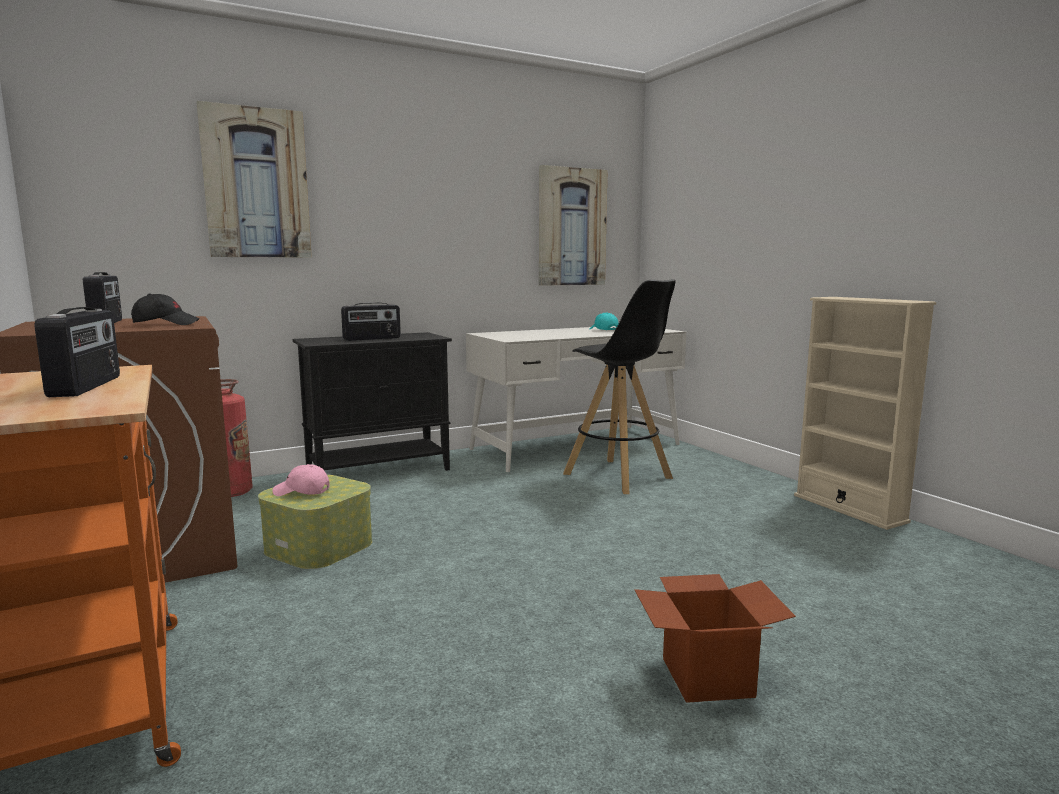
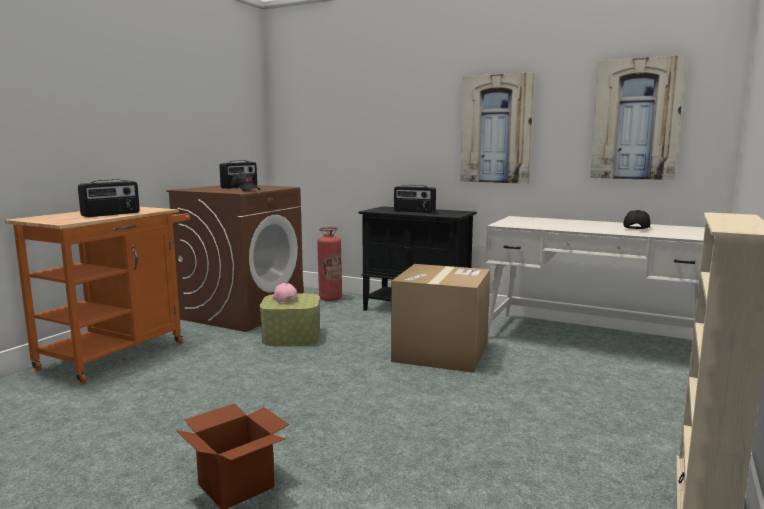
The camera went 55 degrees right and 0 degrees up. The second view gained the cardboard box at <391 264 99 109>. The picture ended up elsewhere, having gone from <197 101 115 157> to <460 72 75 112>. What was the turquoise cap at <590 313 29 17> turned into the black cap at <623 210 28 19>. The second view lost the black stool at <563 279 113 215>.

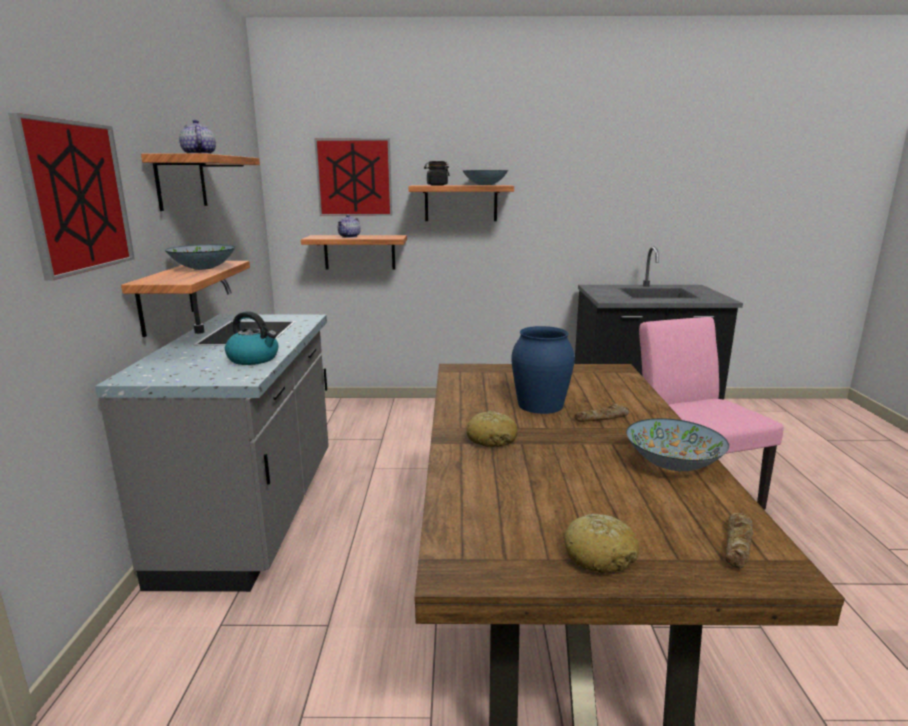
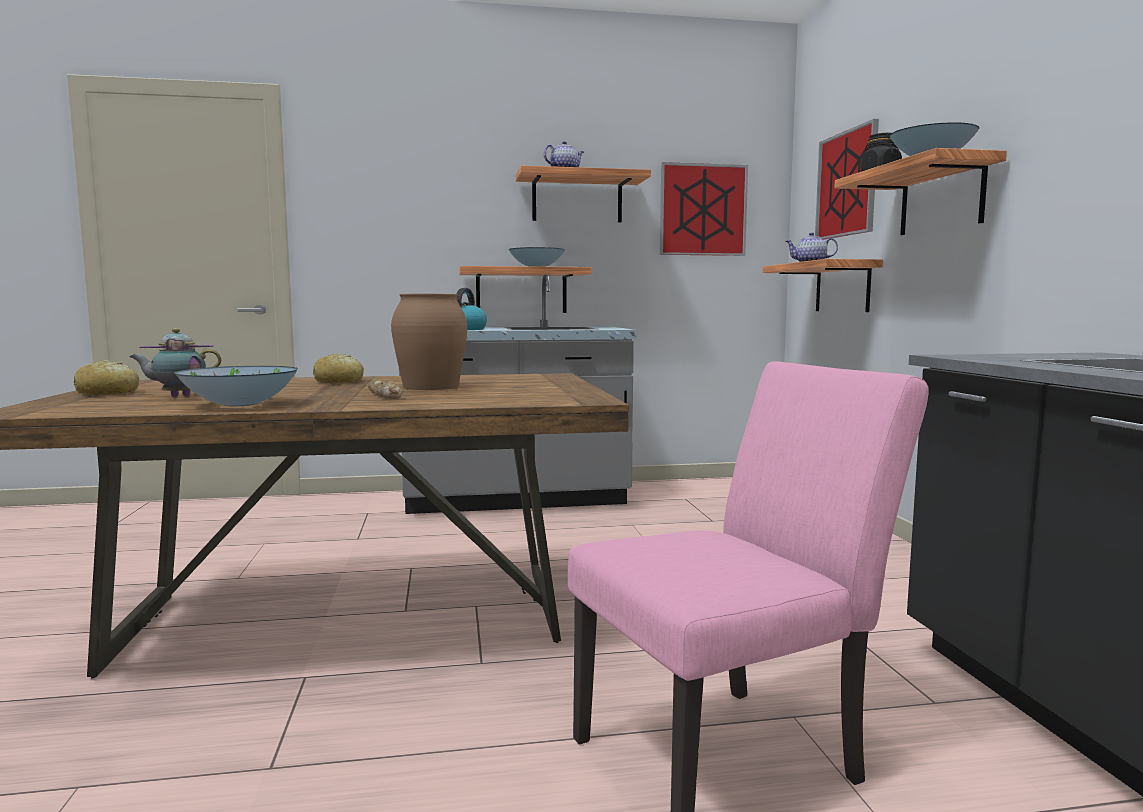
The camera went 80 degrees right and 10 degrees down. The second view gained the teapot at <130 328 91 69>. What was the blue vase at <511 326 64 88> turned into the brown vase at <391 294 76 96>. The picture ended up elsewhere, having gone from <8 113 127 168> to <660 162 88 94>. The second view lost the bread at <725 513 28 55>.

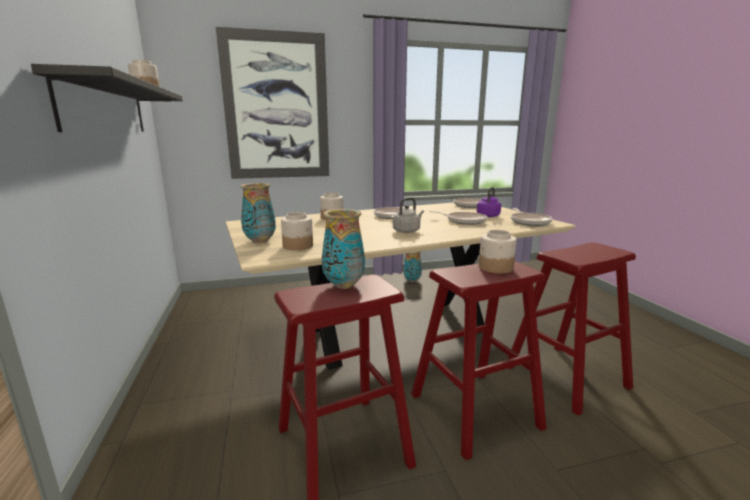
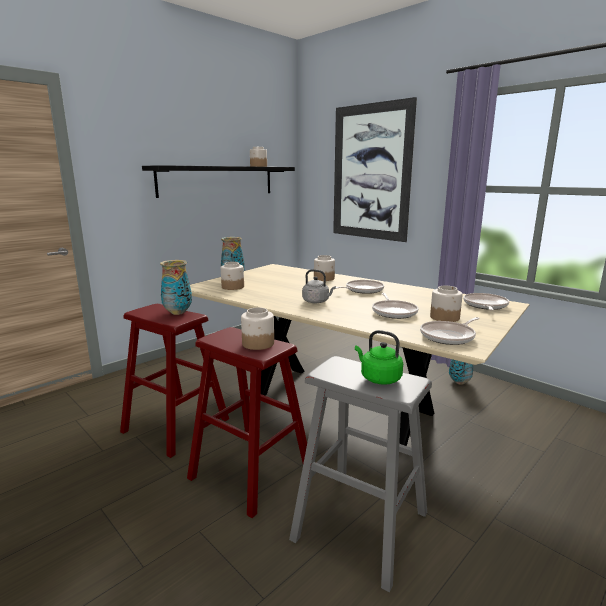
The camera went 60 degrees right and 0 degrees up. What was the red stool at <508 242 128 173> turned into the grey stool at <289 356 143 236>. The second view gained the green kettle at <355 330 48 55>. Where the purple kettle stood at <477 187 24 30>, the jar came to stand at <430 286 33 36>.

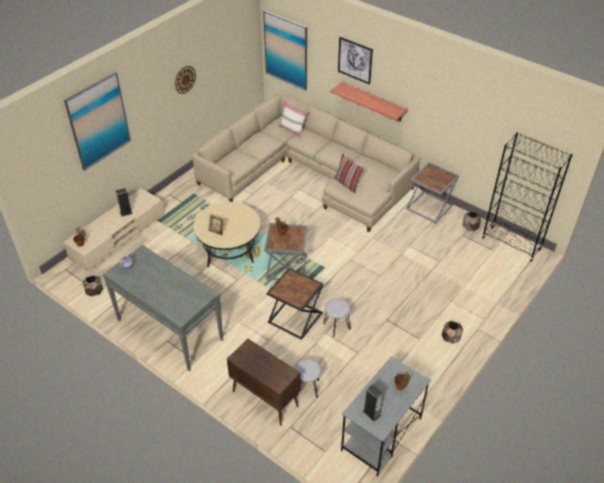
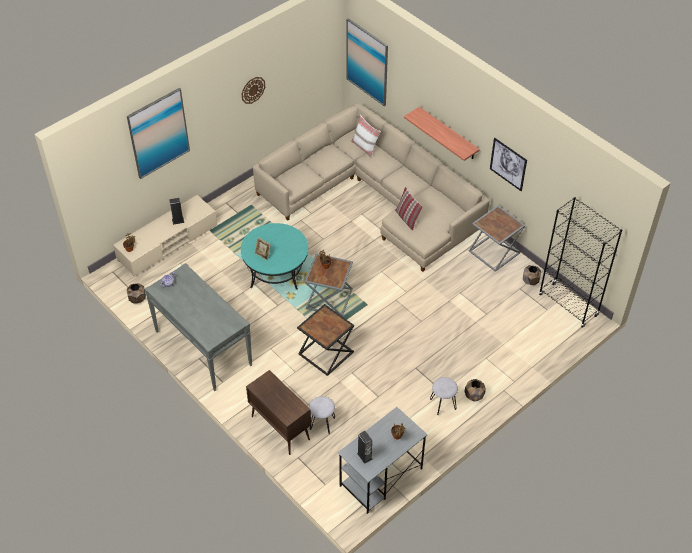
The camera went 10 degrees right and 5 degrees up. What was the beige coffee table at <193 202 67 65> turned into the turquoise coffee table at <241 223 67 67>. The grey stool ended up elsewhere, having gone from <323 298 28 39> to <430 377 28 38>. The picture ended up elsewhere, having gone from <338 37 35 48> to <490 137 37 54>.

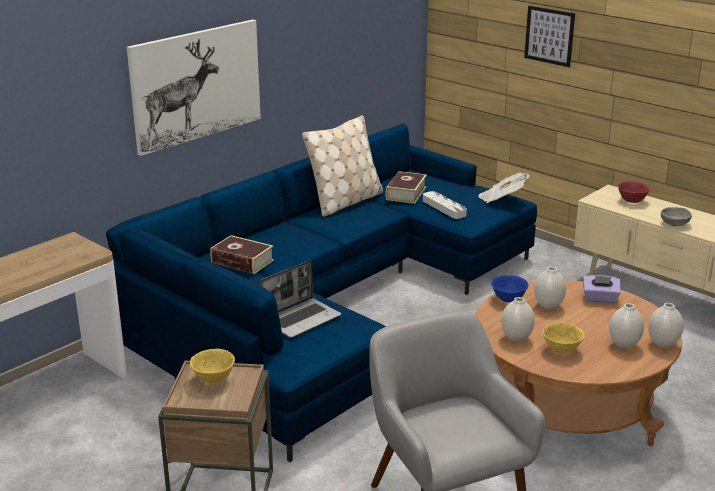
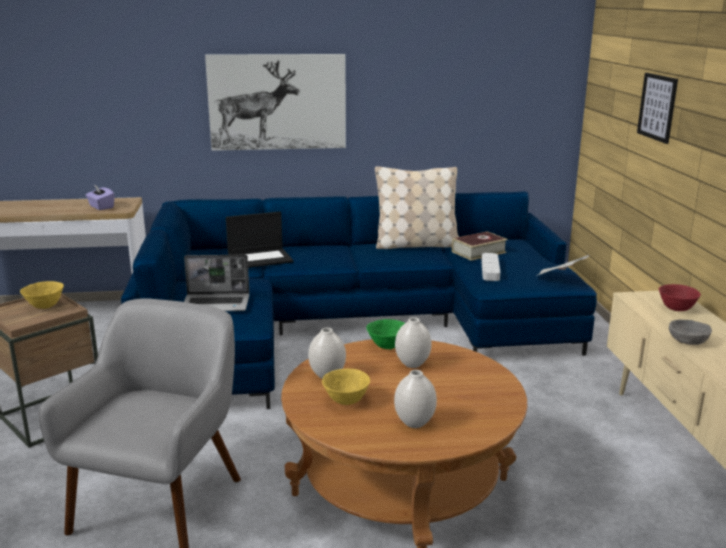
The camera went 40 degrees right and 5 degrees down. The purple tissue box ended up elsewhere, having gone from <583 275 38 28> to <86 185 29 25>. Where the book stood at <210 235 64 39>, the laptop came to stand at <226 211 67 57>. What was the blue bowl at <491 275 38 28> turned into the green bowl at <366 319 39 30>. The second view lost the white vase at <648 303 36 45>.

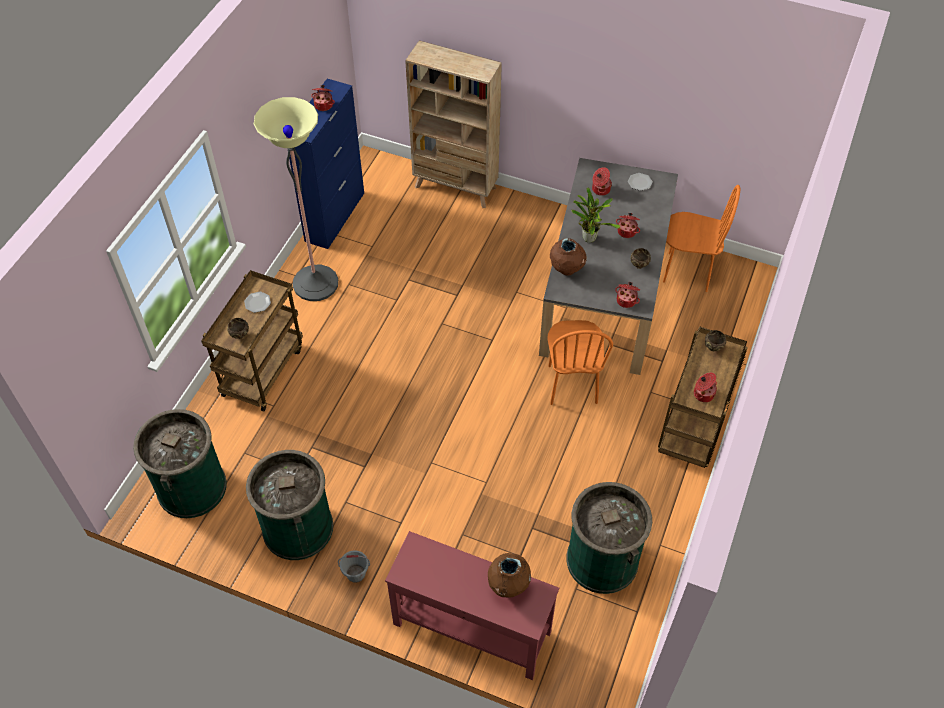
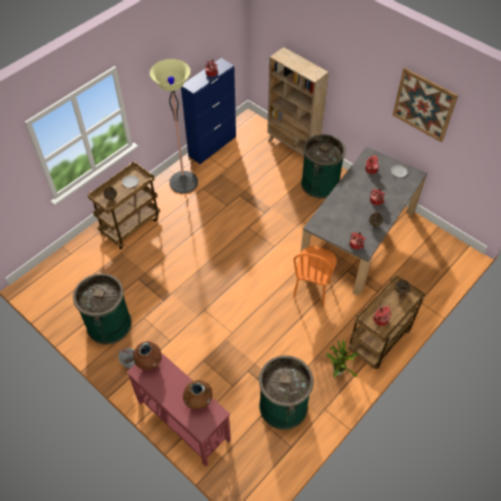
The camera went 20 degrees right and 0 degrees up. The brown vase ended up elsewhere, having gone from <550 238 37 38> to <133 341 29 29>. The green trash can ended up elsewhere, having gone from <133 409 94 109> to <301 134 45 64>. The potted plant ended up elsewhere, having gone from <571 188 49 55> to <326 341 33 37>. The second view gained the picture at <392 68 66 75>. The second view lost the orange chair at <663 185 77 107>.

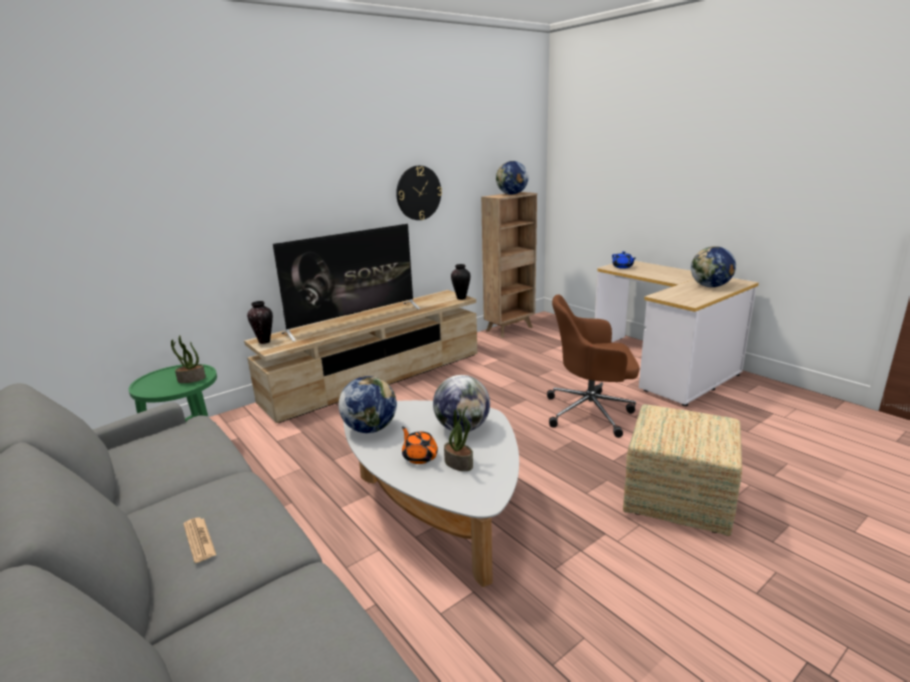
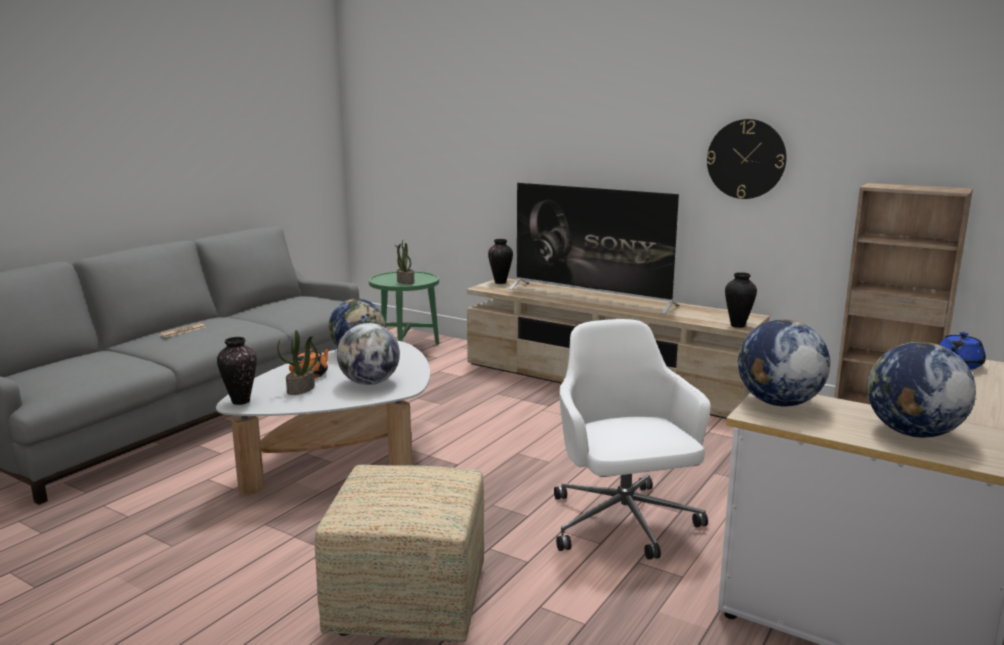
The camera went 70 degrees right and 5 degrees down. The second view gained the vase at <217 337 40 68>. What was the brown office chair at <547 295 92 143> turned into the white office chair at <554 319 157 241>. The globe ended up elsewhere, having gone from <496 161 33 33> to <738 319 92 87>.

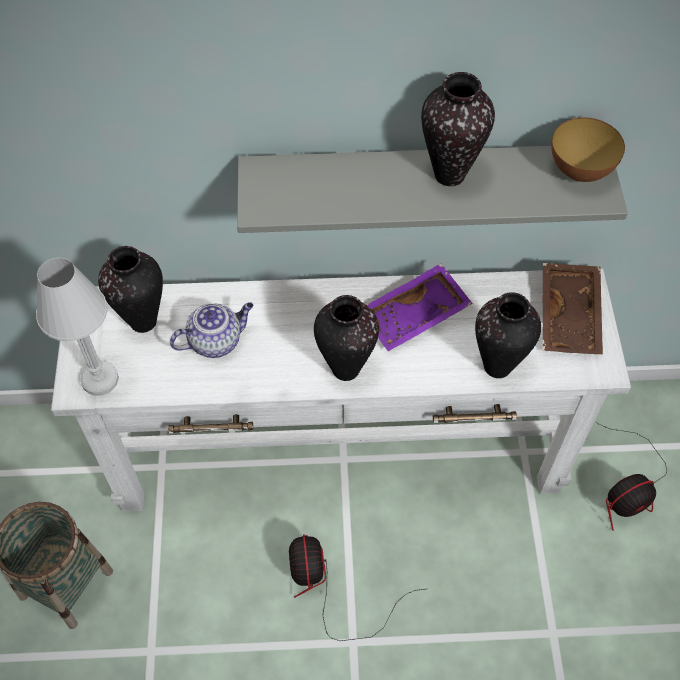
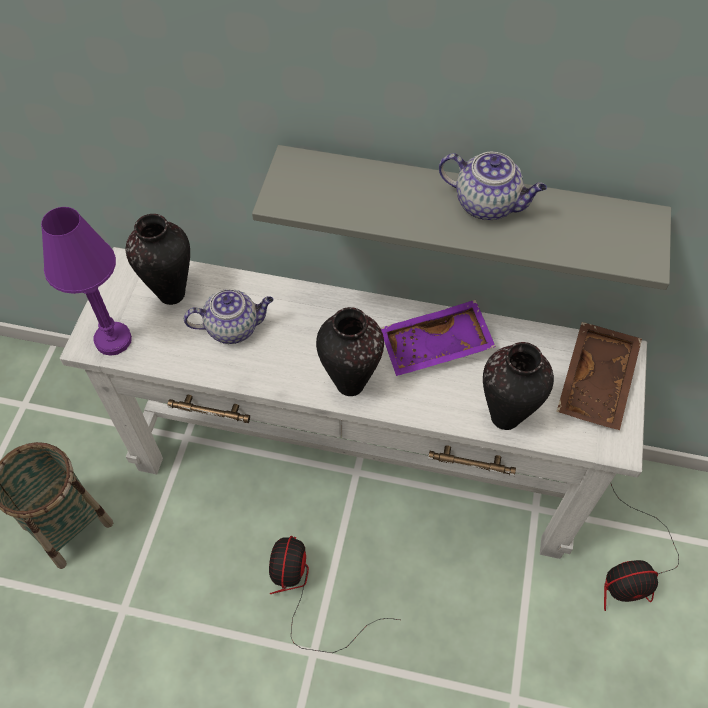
The camera went 15 degrees right and 0 degrees up. What was the white table lamp at <36 258 83 138> turned into the purple table lamp at <41 207 91 149>. Where the vase stood at <421 72 74 114>, the teapot came to stand at <439 152 108 68>. The second view lost the bowl at <551 117 74 65>.

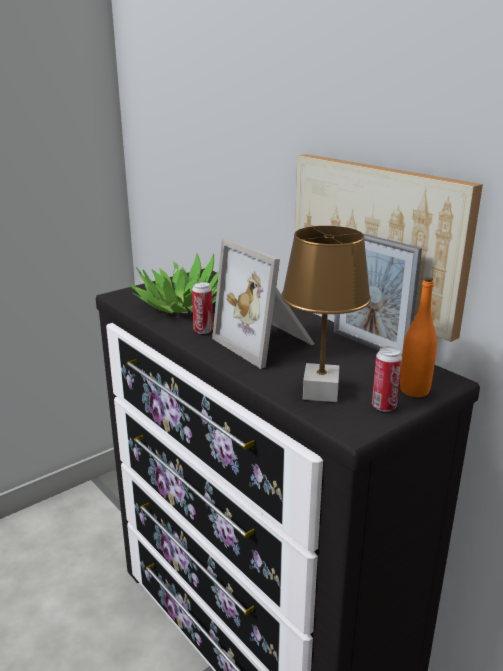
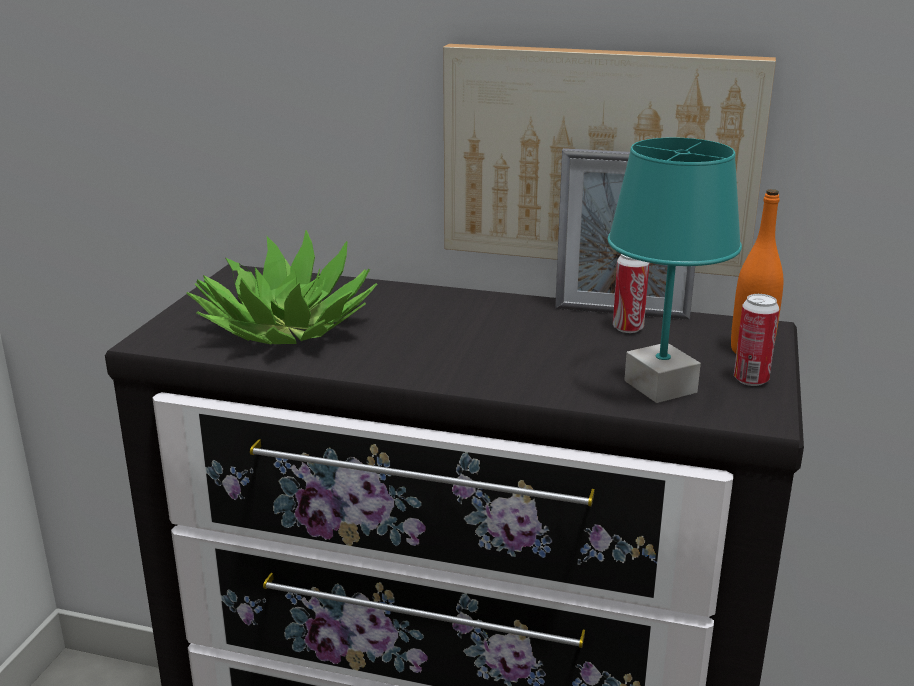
The camera went 35 degrees left and 0 degrees up. What was the brown table lamp at <281 226 90 176> turned into the turquoise table lamp at <608 138 134 265>. The can ended up elsewhere, having gone from <192 282 21 52> to <613 254 36 79>. The second view lost the picture frame at <212 238 103 131>.

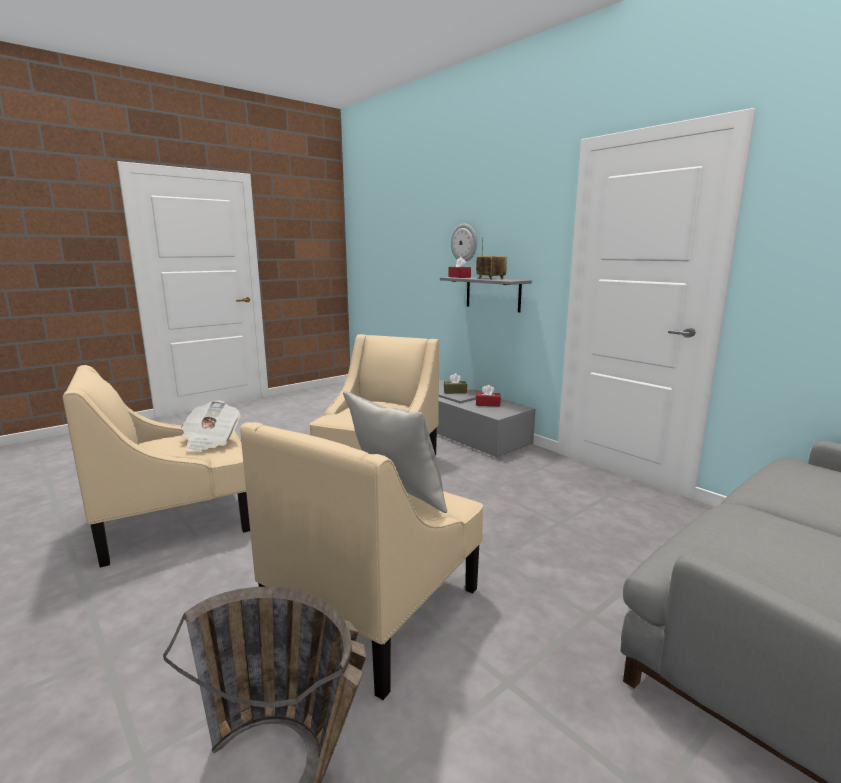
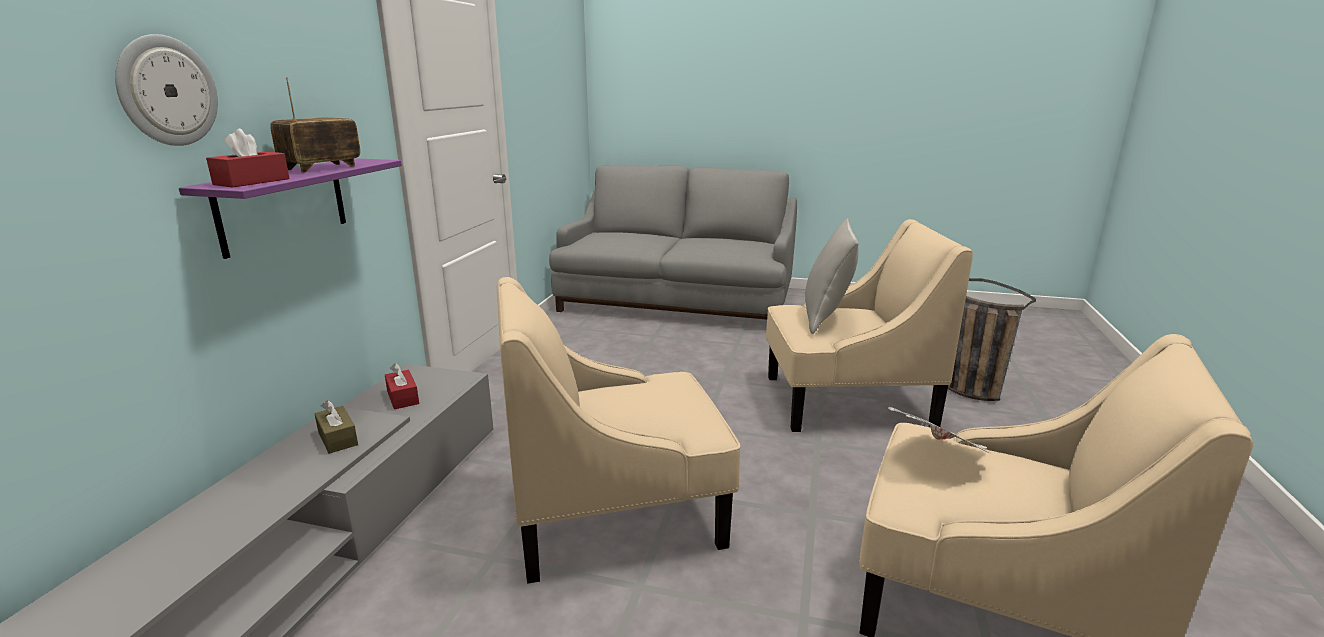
The camera went 125 degrees left and 5 degrees up. What was the grey shelf at <440 277 92 36> turned into the purple shelf at <179 158 223 101>.

